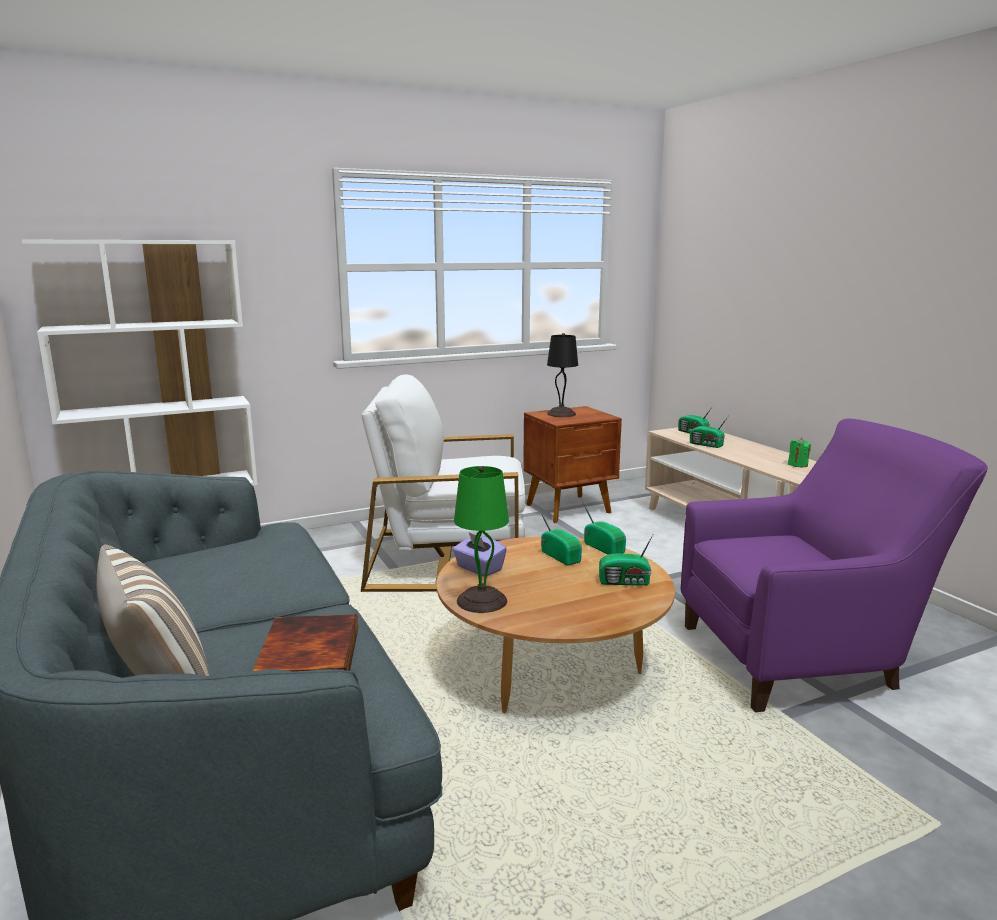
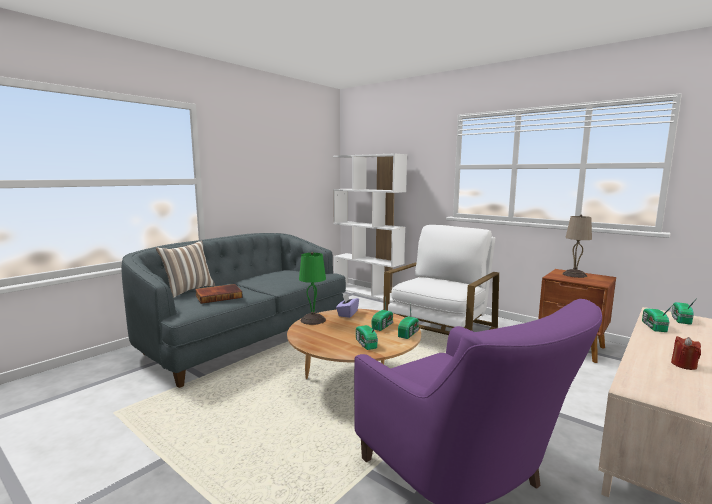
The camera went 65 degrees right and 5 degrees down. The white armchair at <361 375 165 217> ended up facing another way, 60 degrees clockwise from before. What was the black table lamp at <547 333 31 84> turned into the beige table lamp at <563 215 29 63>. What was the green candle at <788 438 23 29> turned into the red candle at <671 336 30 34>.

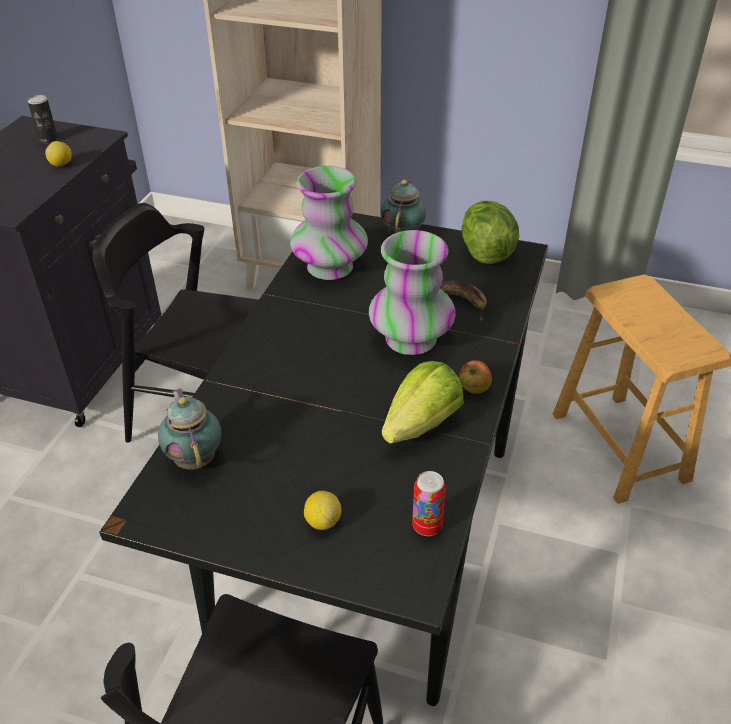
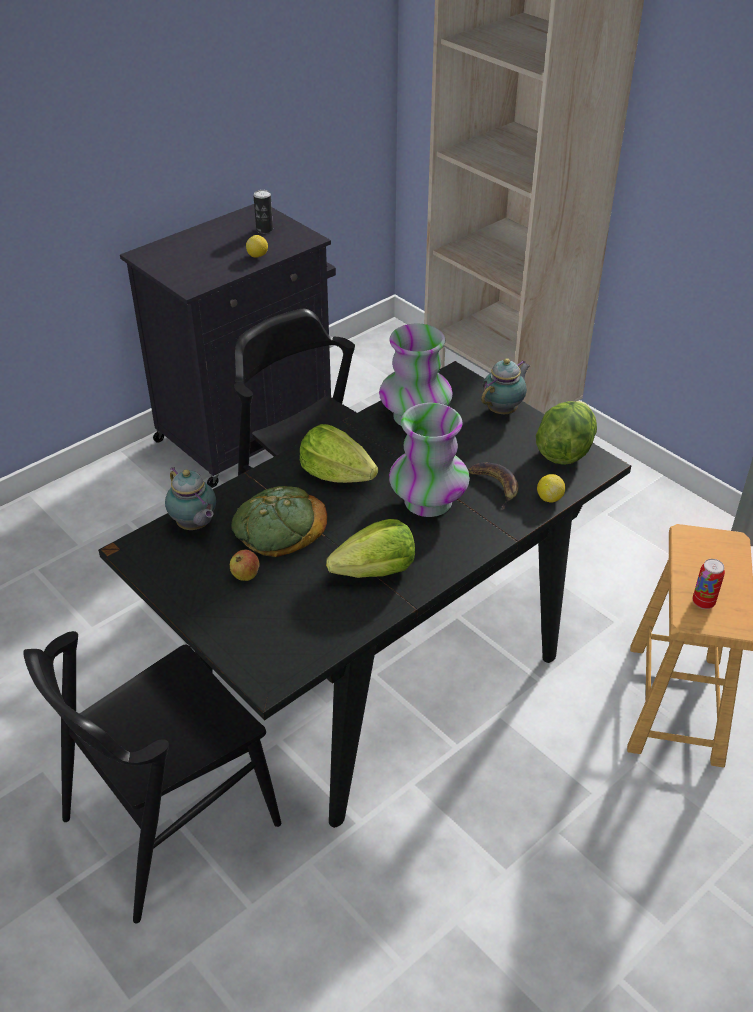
The camera went 30 degrees right and 0 degrees up. The teapot at <158 388 63 81> ended up facing another way, 135 degrees clockwise from before. The apple ended up elsewhere, having gone from <459 360 33 34> to <230 550 30 31>. The second view gained the bread at <231 486 96 71>. The second view gained the lettuce at <300 424 78 59>. The lemon ended up elsewhere, having gone from <304 491 37 39> to <537 474 28 29>. The can ended up elsewhere, having gone from <412 471 34 65> to <693 559 32 50>.

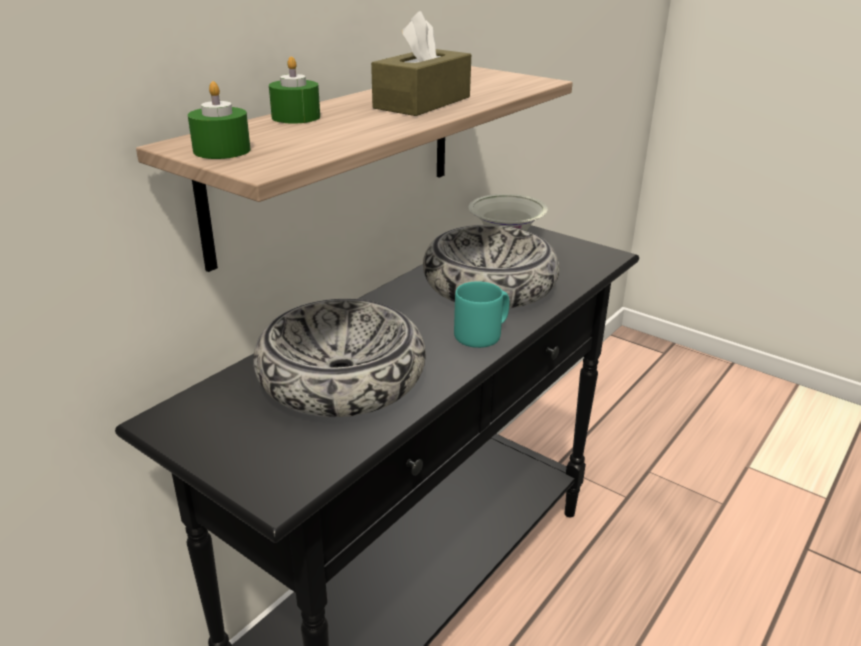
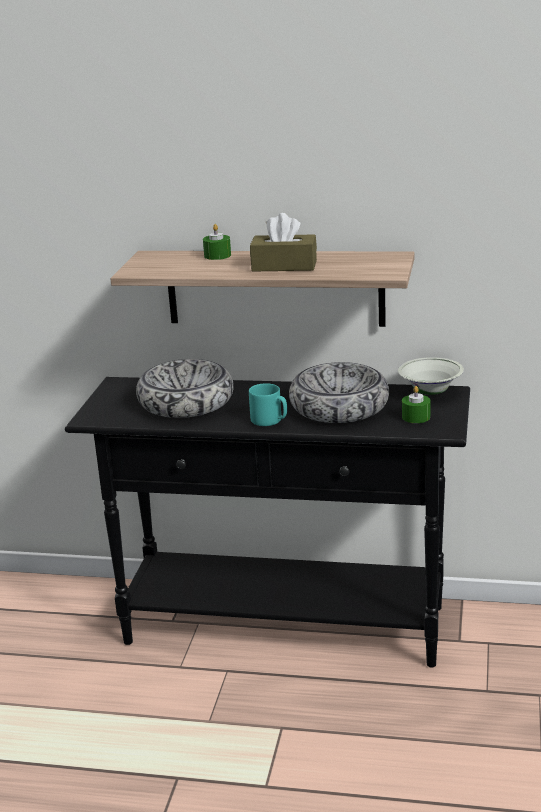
The camera went 65 degrees right and 5 degrees down. The green candle ended up elsewhere, having gone from <188 81 63 78> to <402 386 28 37>.

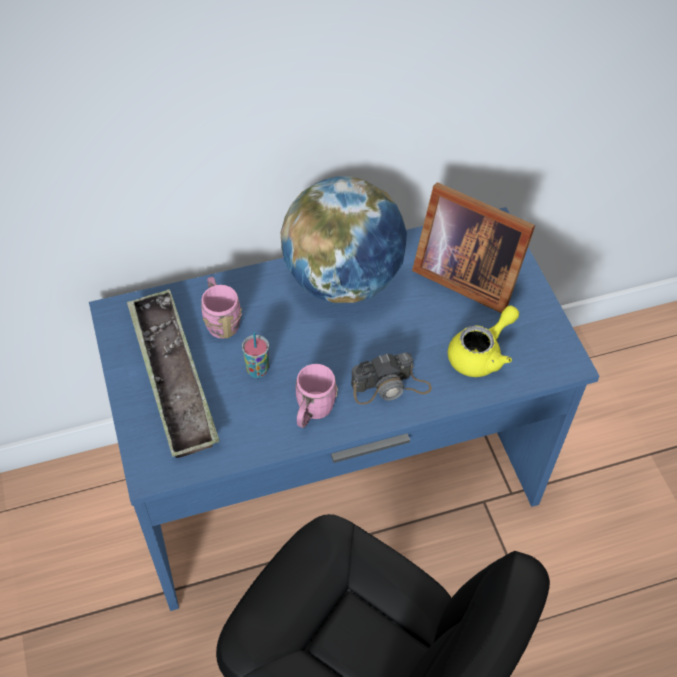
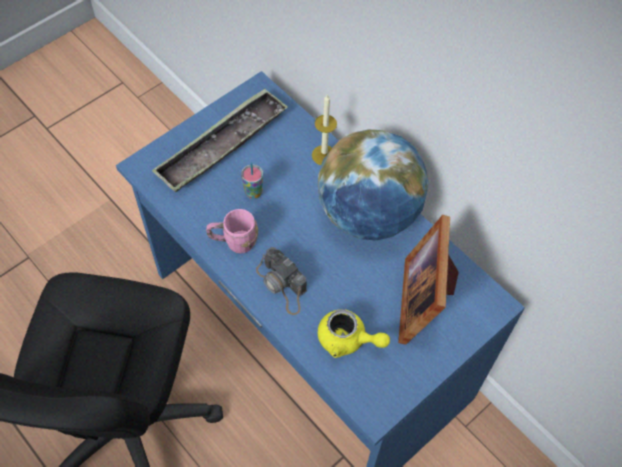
The camera went 65 degrees right and 5 degrees up. The second view gained the candle at <312 94 25 71>. The second view lost the pink mug at <201 277 41 62>.

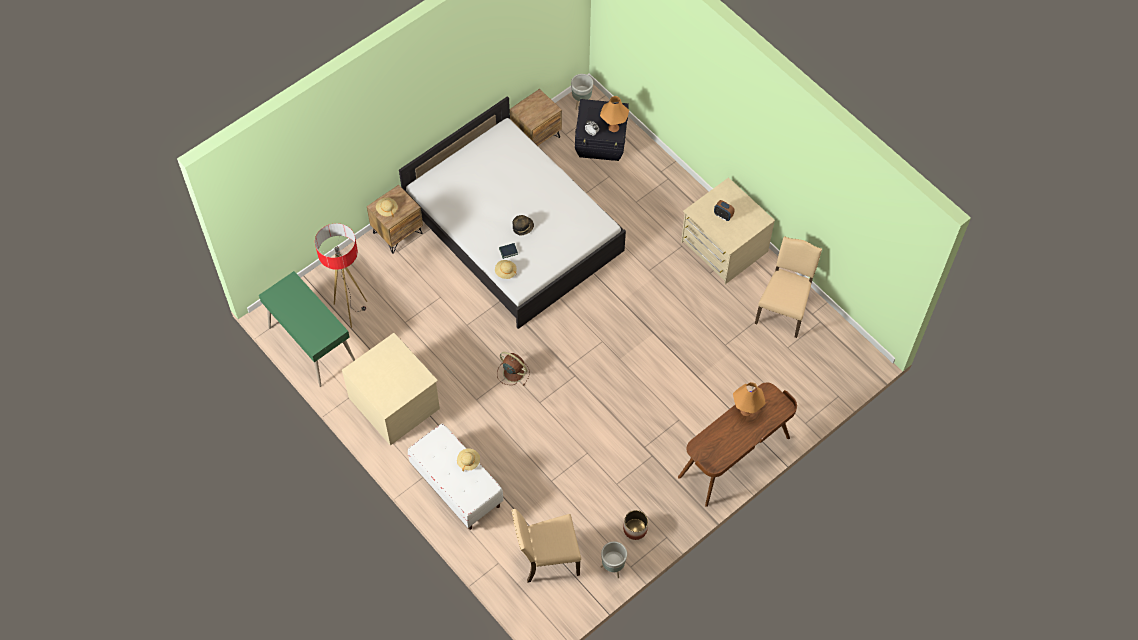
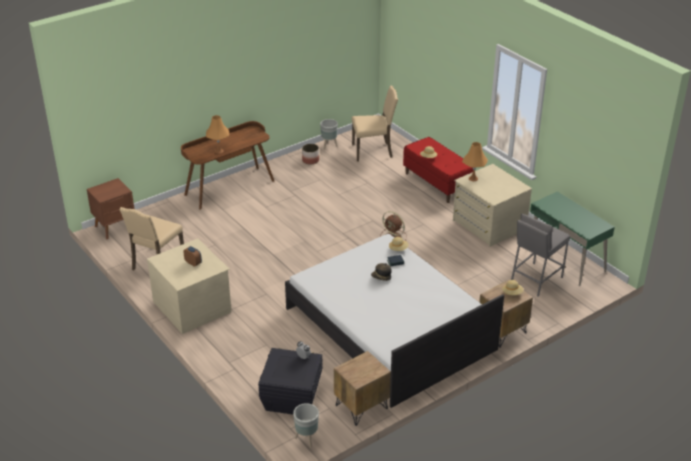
The camera went 175 degrees left and 25 degrees down. The second view gained the brown nightstand at <87 178 47 61>. What was the white bench at <408 423 95 107> turned into the red bench at <403 137 70 66>. The orange table lamp ended up elsewhere, having gone from <600 96 29 36> to <462 142 26 39>. Where the floor lamp stood at <315 223 52 105>, the grey stool came to stand at <511 214 59 83>.

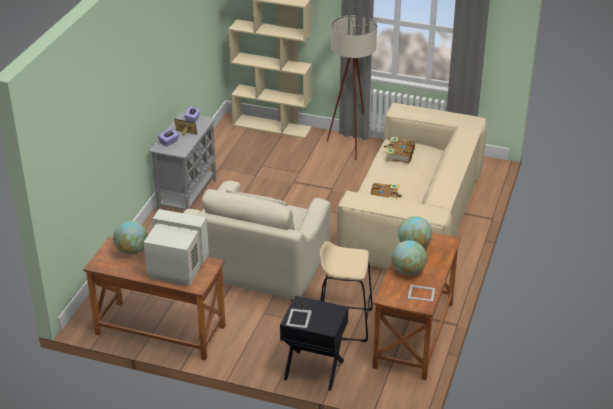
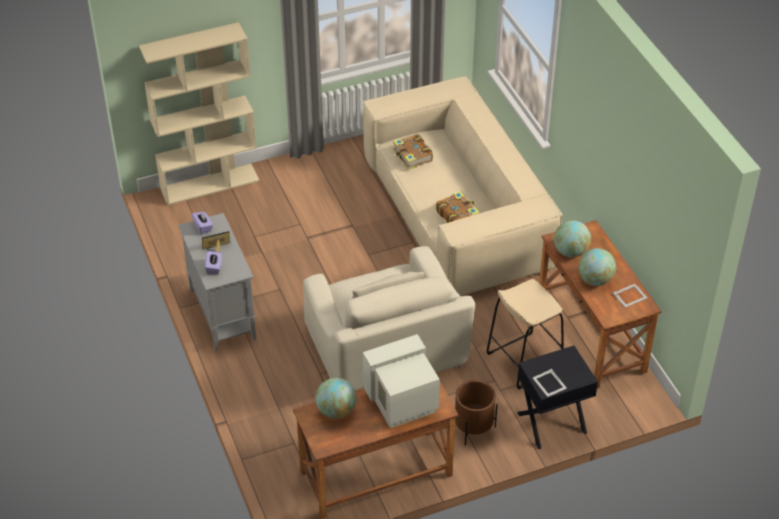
The camera went 40 degrees left and 10 degrees up. The second view gained the brown planter at <455 380 43 66>. The second view lost the beige floor lamp at <327 15 50 145>.

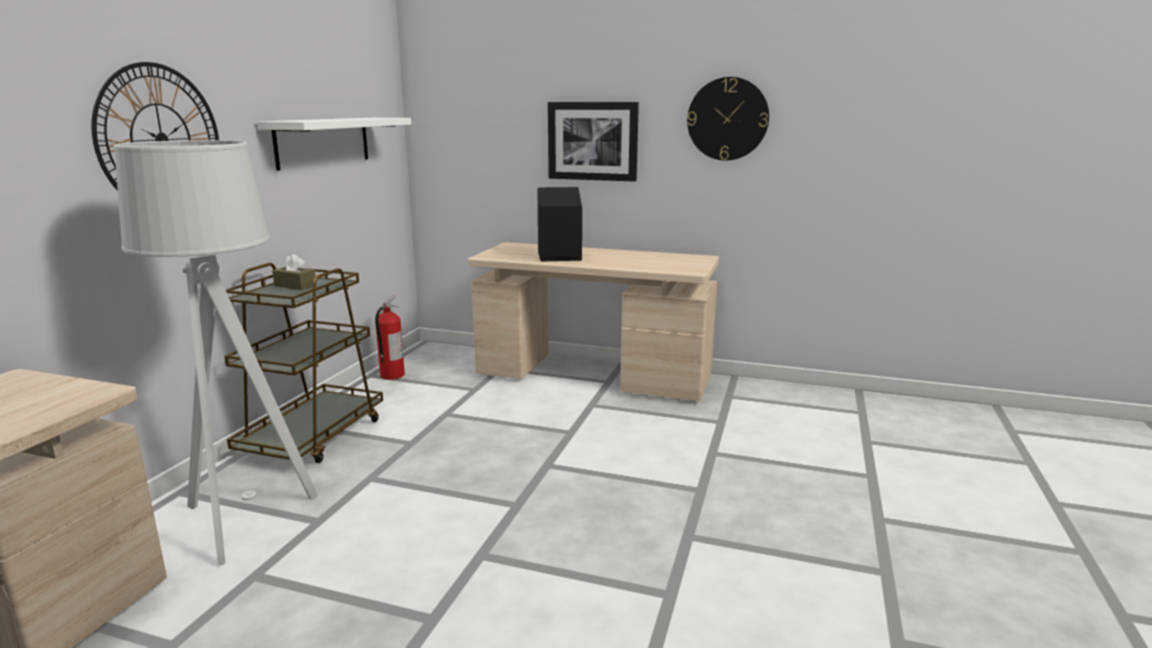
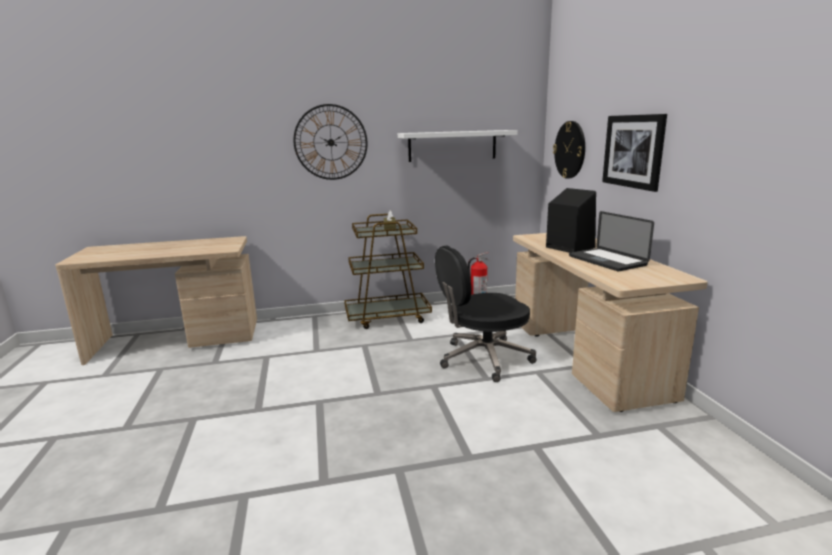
The camera went 60 degrees right and 0 degrees up. The second view gained the black office chair at <435 245 101 137>. The wall clock ended up elsewhere, having gone from <687 77 82 84> to <553 121 32 58>. The second view gained the laptop at <569 211 85 60>. The second view lost the grey floor lamp at <113 140 205 426>.

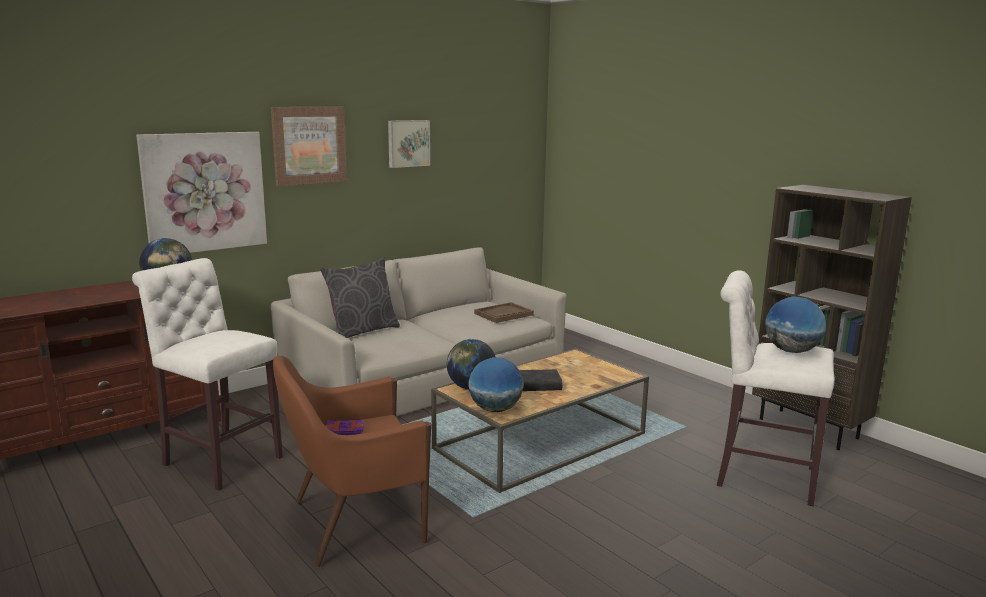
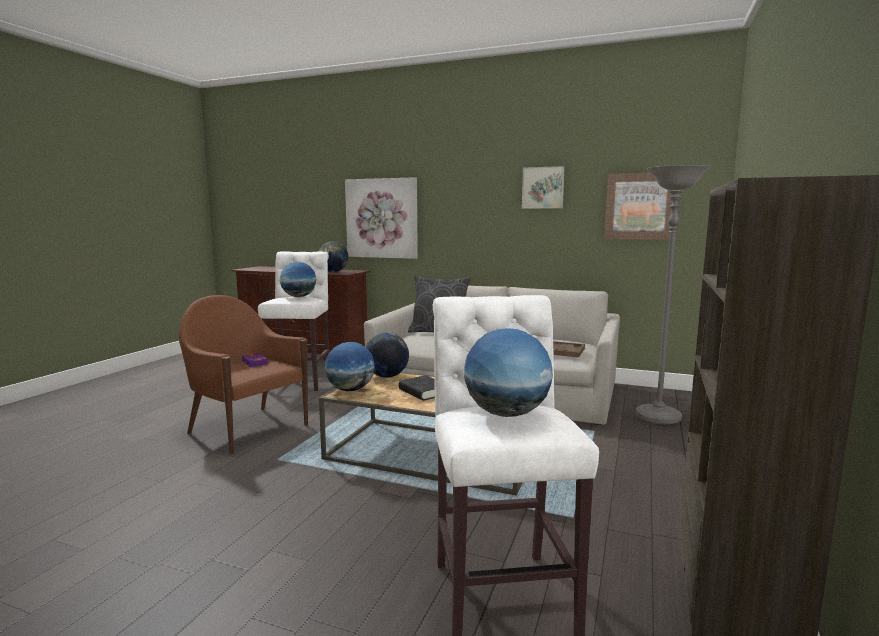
The camera went 60 degrees right and 5 degrees down. The second view gained the globe at <280 262 36 35>. The picture ended up elsewhere, having gone from <271 107 76 79> to <604 173 69 67>. The second view gained the grey floor lamp at <636 165 76 260>.

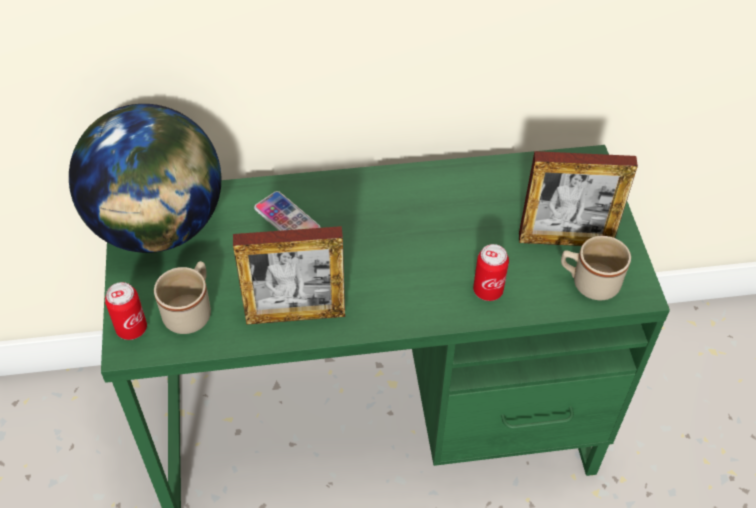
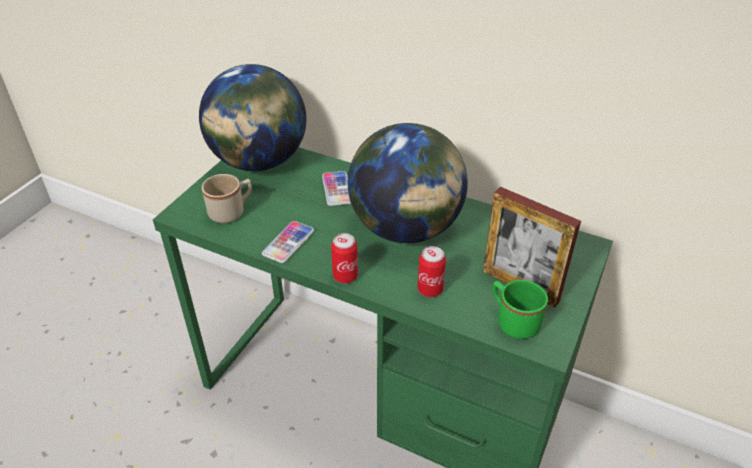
The camera went 35 degrees right and 10 degrees down. Where the picture frame stood at <233 226 112 98>, the phone came to stand at <262 221 52 42>. The can ended up elsewhere, having gone from <105 282 42 58> to <331 233 27 50>. The second view gained the globe at <348 123 120 120>. What was the beige mug at <561 236 70 64> turned into the green mug at <493 280 55 59>.

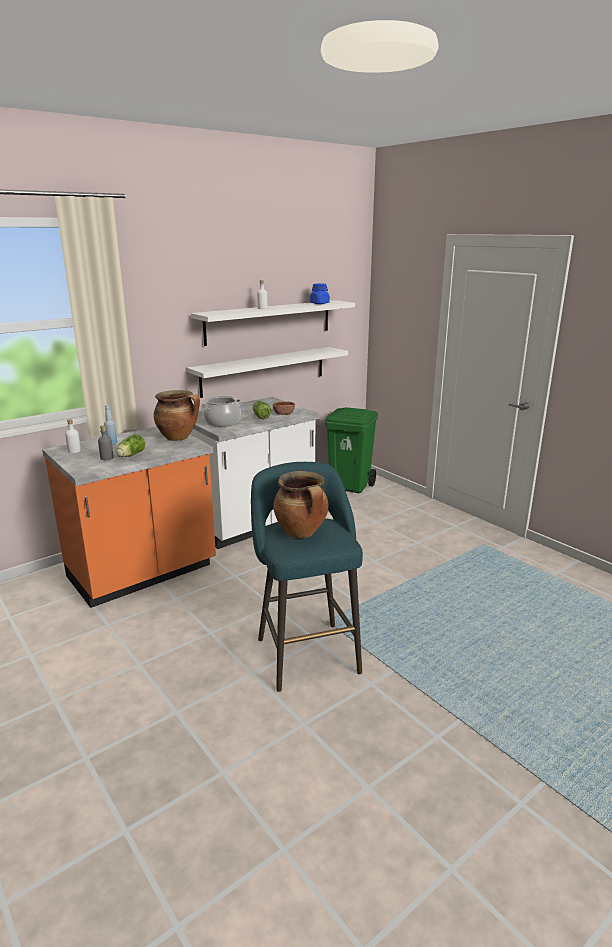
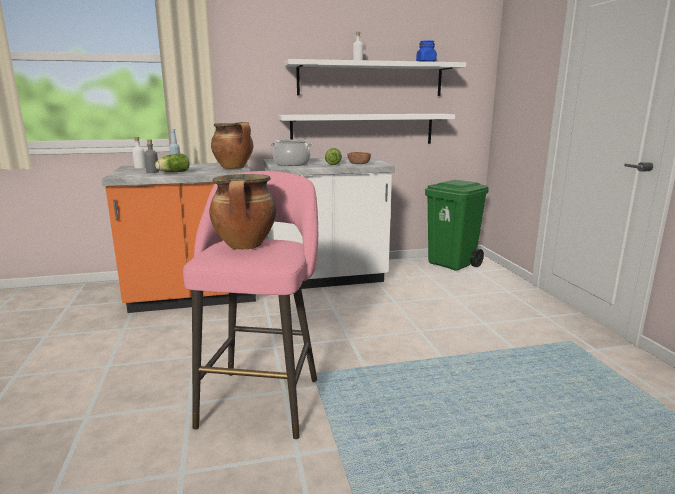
The camera went 25 degrees right and 5 degrees down. What was the turquoise stool at <251 462 112 230> turned into the pink stool at <183 171 135 268>.

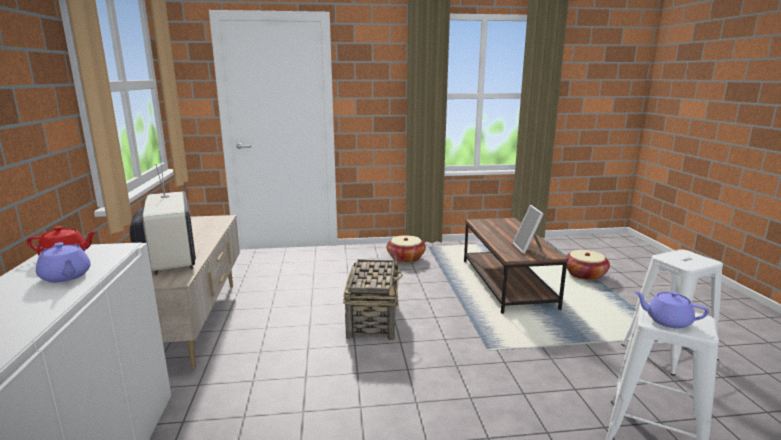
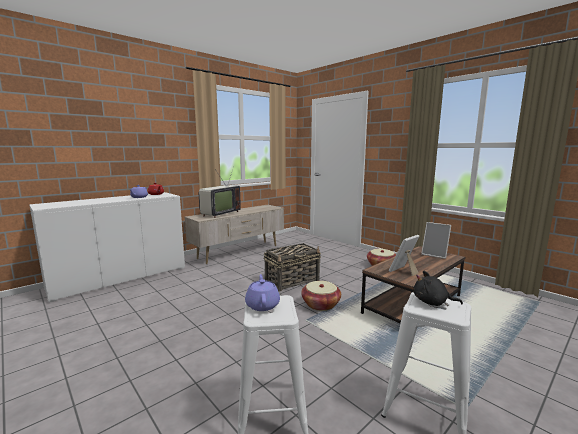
The camera went 55 degrees right and 5 degrees down. The basket ended up elsewhere, having gone from <565 250 45 30> to <301 281 40 30>. The second view gained the black plush toy at <414 271 49 35>. The second view gained the picture frame at <421 222 30 37>.

